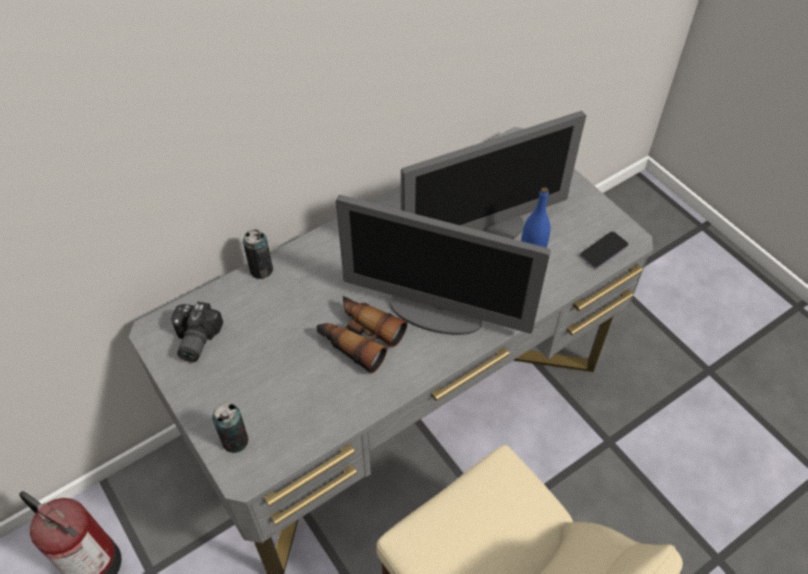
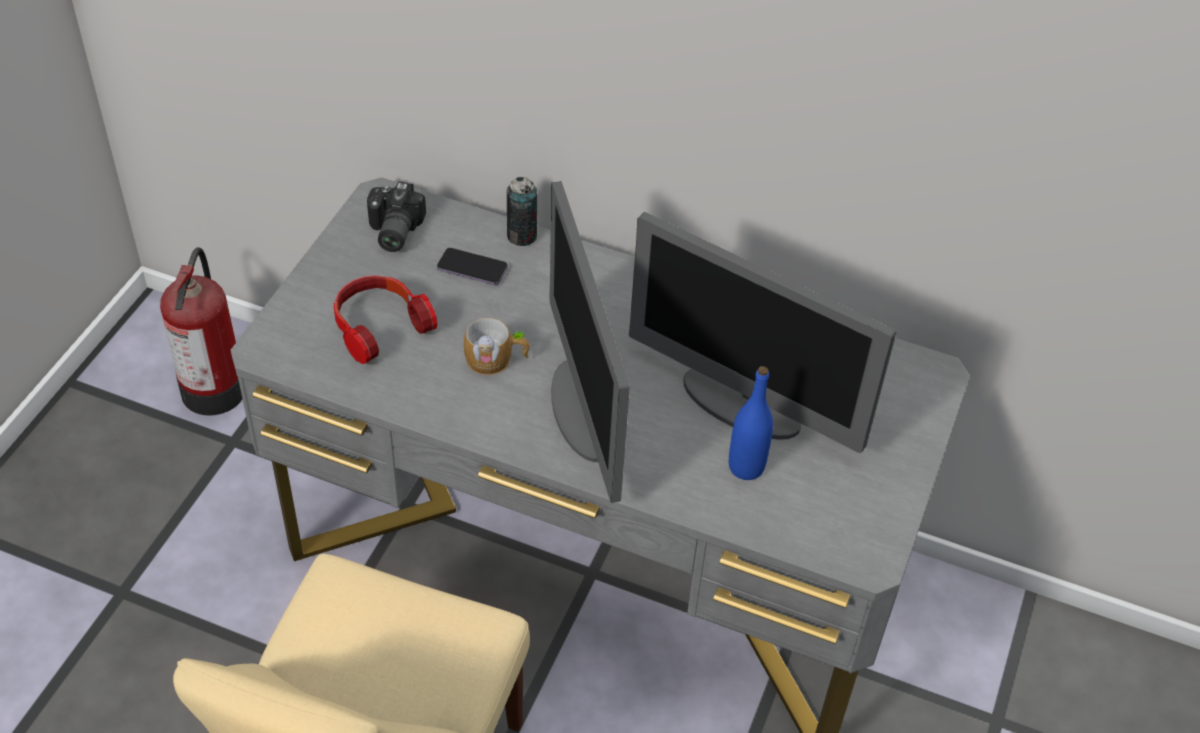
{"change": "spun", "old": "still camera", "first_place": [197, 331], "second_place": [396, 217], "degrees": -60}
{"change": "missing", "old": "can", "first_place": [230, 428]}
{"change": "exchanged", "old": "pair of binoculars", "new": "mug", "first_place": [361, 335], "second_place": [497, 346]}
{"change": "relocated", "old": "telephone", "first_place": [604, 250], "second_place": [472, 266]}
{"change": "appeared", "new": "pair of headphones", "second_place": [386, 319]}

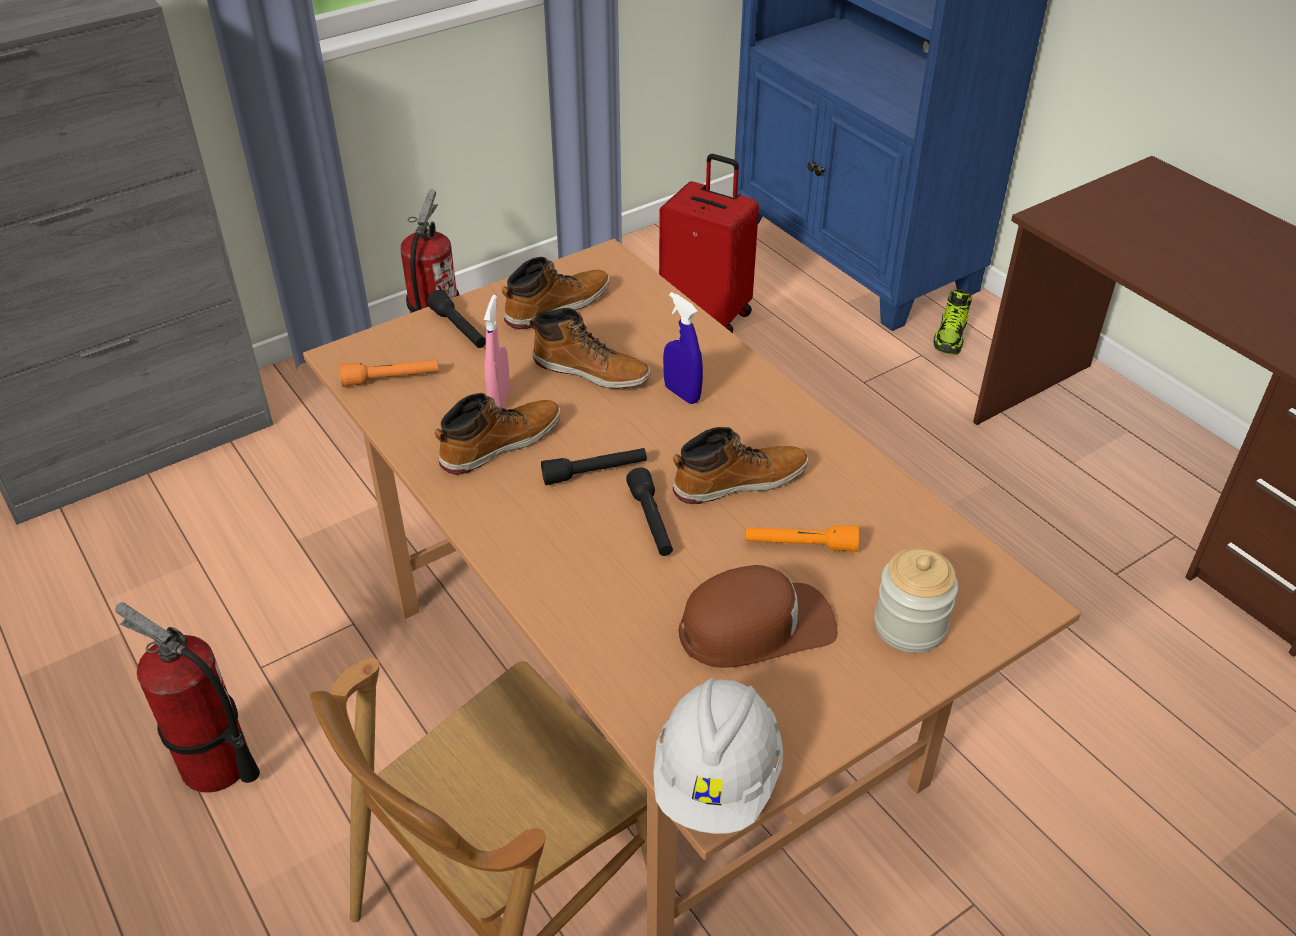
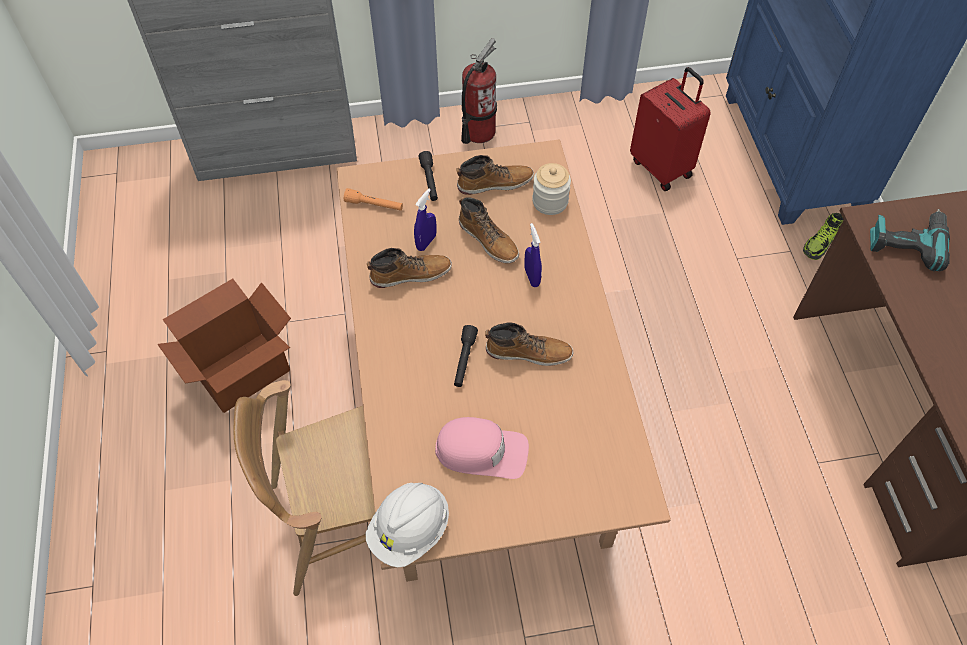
{"change": "exchanged", "old": "extinguisher", "new": "packing box", "first_place": [187, 697], "second_place": [224, 346]}
{"change": "colour", "old": "pink-coloured sprayer", "new": "blue sprayer", "first_place": [497, 352], "second_place": [425, 220]}
{"change": "missing", "old": "black-coloured hand torch", "first_place": [594, 466]}
{"change": "colour", "old": "brown-coloured baseball cap", "new": "pink-coloured baseball cap", "first_place": [758, 616], "second_place": [482, 448]}
{"change": "missing", "old": "orange-coloured hand torch", "first_place": [802, 539]}
{"change": "relocated", "old": "storage jar", "first_place": [916, 600], "second_place": [551, 189]}
{"change": "appeared", "new": "power drill", "second_place": [910, 240]}

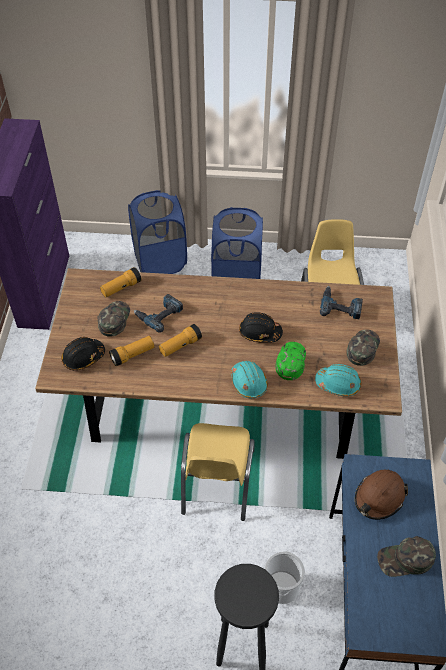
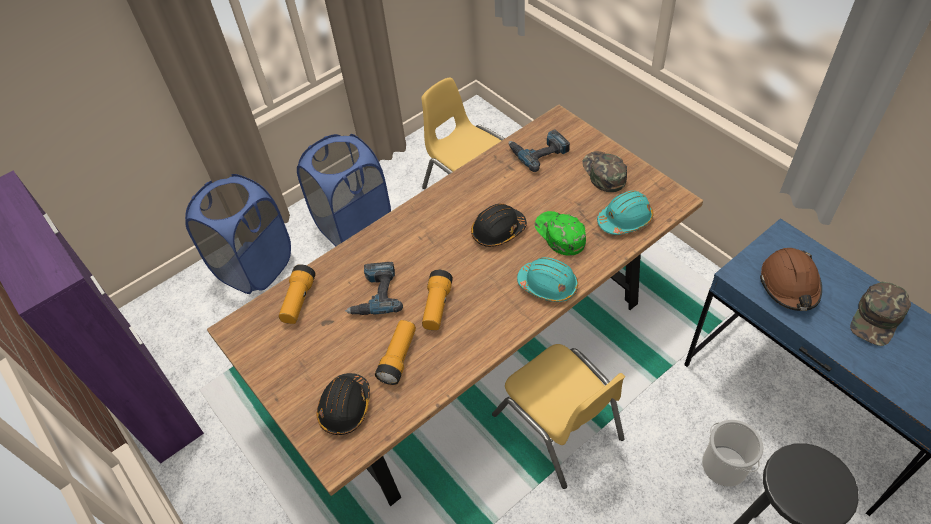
{"change": "missing", "old": "green baseball cap", "first_place": [113, 319]}

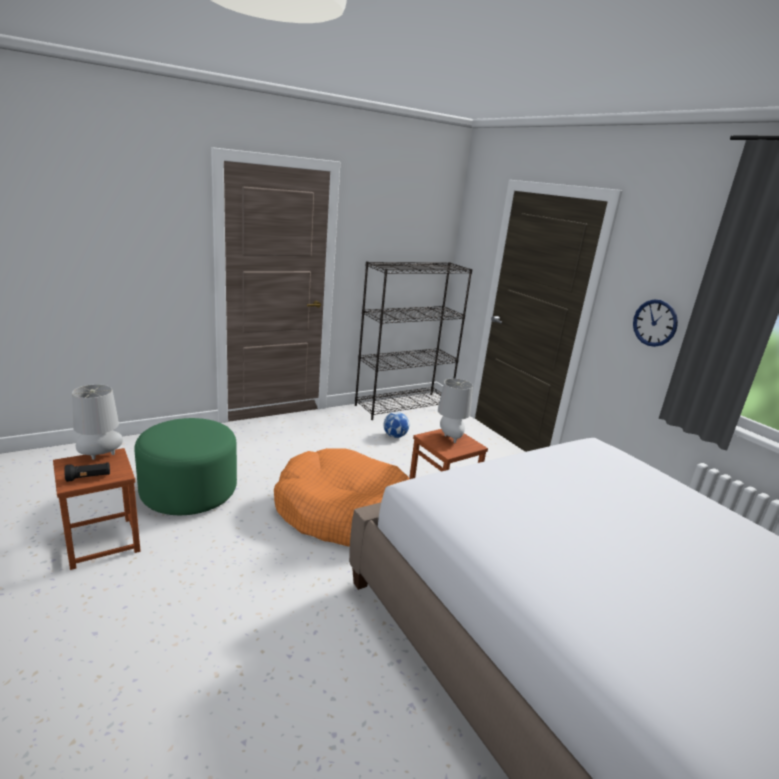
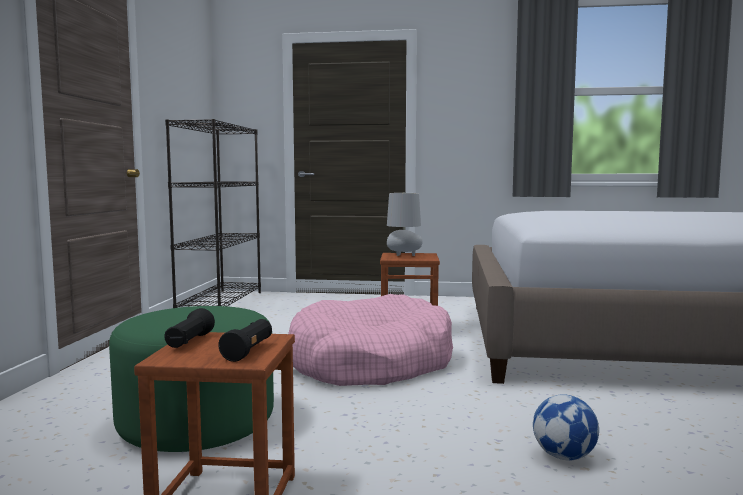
{"change": "exchanged", "old": "greyish lamp for a table", "new": "black-coloured hand torch", "first_place": [97, 422], "second_place": [189, 328]}
{"change": "colour", "old": "orange-coloured dog bed", "new": "pink-coloured dog bed", "first_place": [341, 497], "second_place": [370, 340]}
{"change": "relocated", "old": "ball for football", "first_place": [396, 425], "second_place": [566, 427]}
{"change": "missing", "old": "clock on the wall", "first_place": [655, 323]}

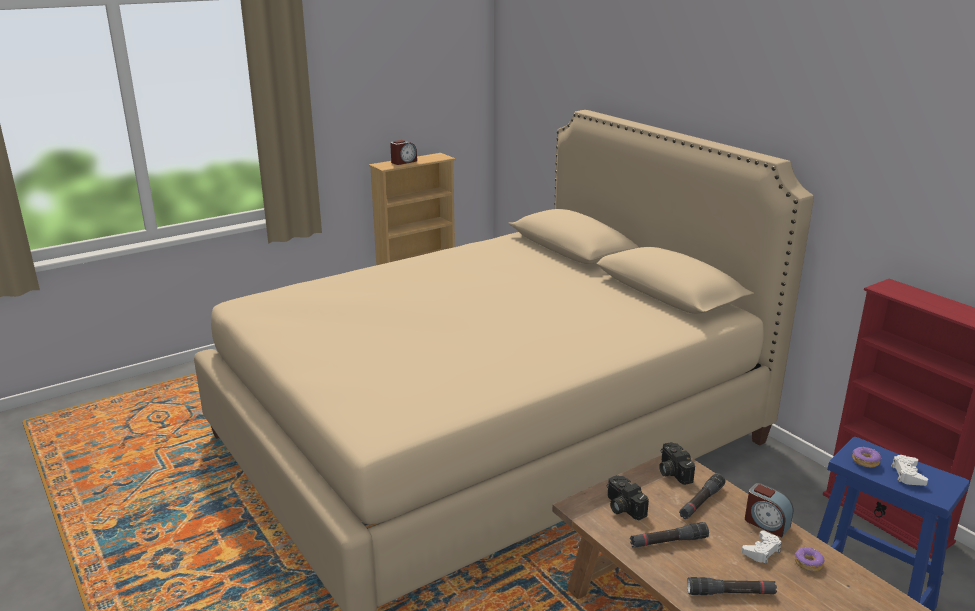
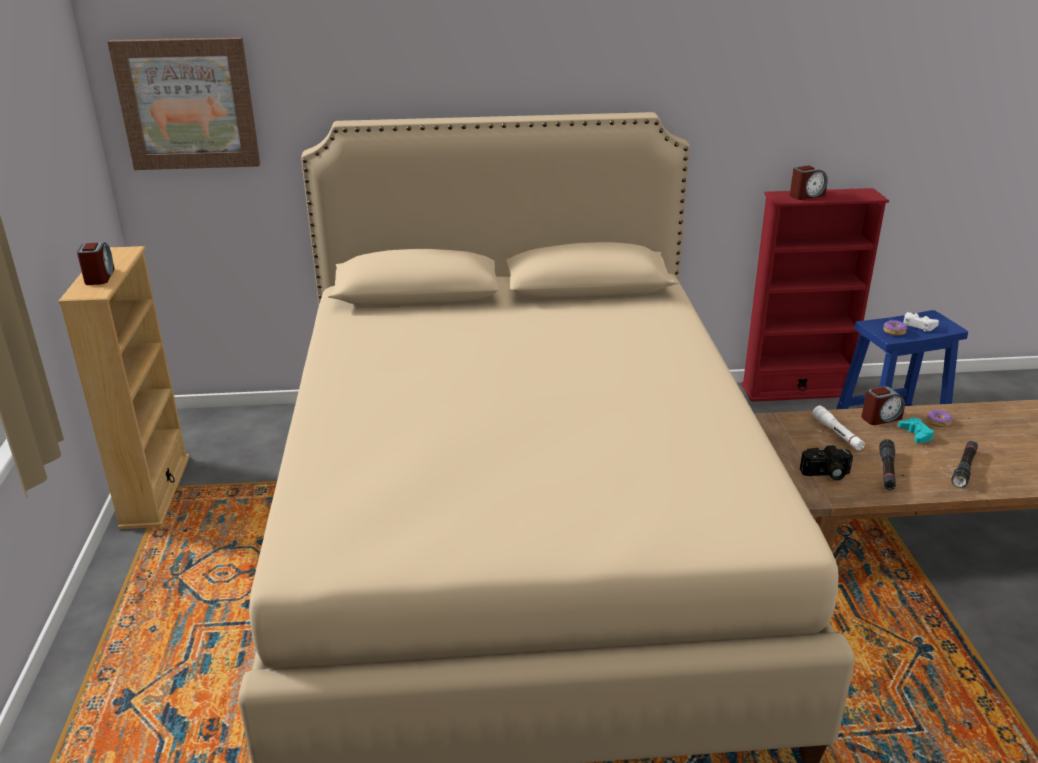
{"change": "missing", "old": "still camera", "first_place": [677, 463]}
{"change": "colour", "old": "black-coloured hand torch", "new": "whitish hand torch", "first_place": [702, 496], "second_place": [838, 428]}
{"change": "colour", "old": "whitish game controller", "new": "turquoise-coloured game controller", "first_place": [761, 547], "second_place": [916, 430]}
{"change": "appeared", "new": "wall art", "second_place": [184, 103]}
{"change": "appeared", "new": "alarm clock", "second_place": [809, 182]}

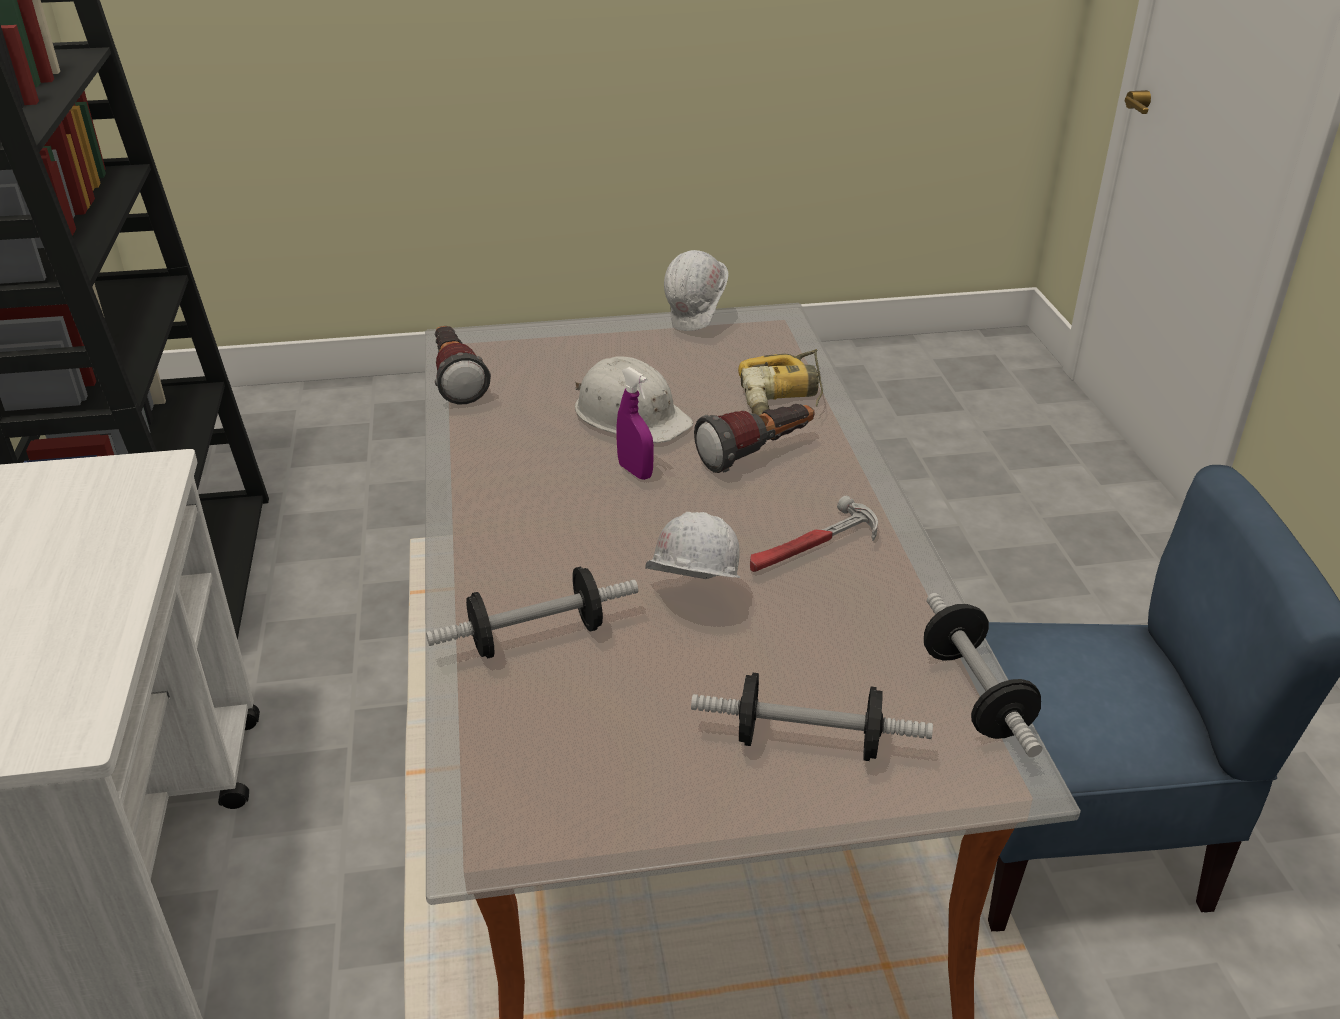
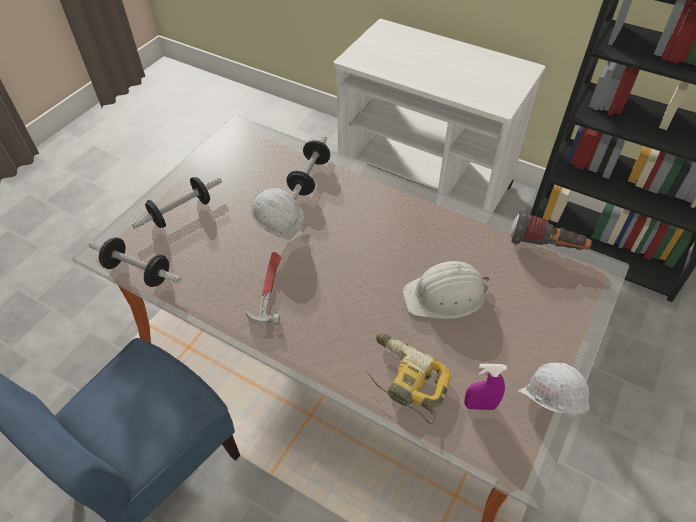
{"change": "relocated", "old": "purple sprayer", "first_place": [635, 423], "second_place": [485, 387]}
{"change": "missing", "old": "hand torch", "first_place": [754, 438]}

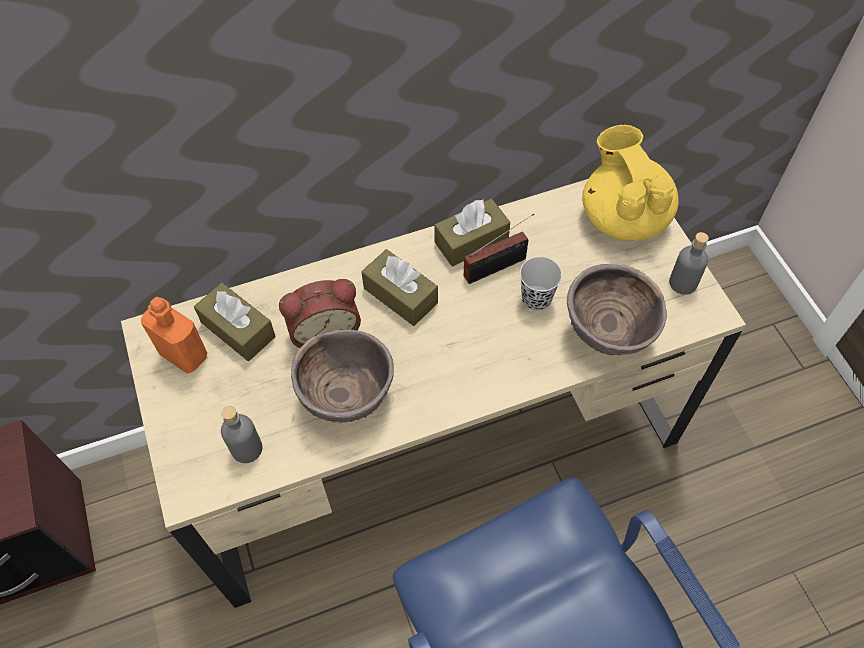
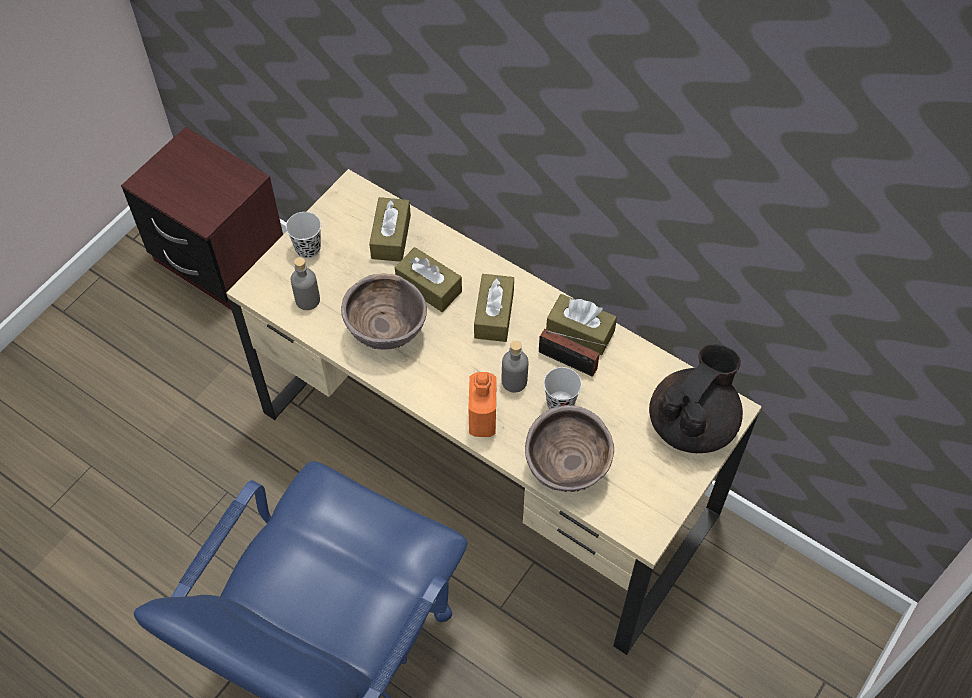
{"change": "relocated", "old": "orange-coloured drink bottle", "first_place": [174, 335], "second_place": [482, 404]}
{"change": "exchanged", "old": "alarm clock", "new": "brown-coloured tissue holder", "first_place": [320, 313], "second_place": [428, 279]}
{"change": "colour", "old": "yellow tea pot", "new": "black-coloured tea pot", "first_place": [630, 183], "second_place": [696, 398]}
{"change": "relocated", "old": "greyish drink bottle", "first_place": [689, 263], "second_place": [515, 366]}
{"change": "appeared", "new": "black-coloured drinking cup", "second_place": [303, 235]}

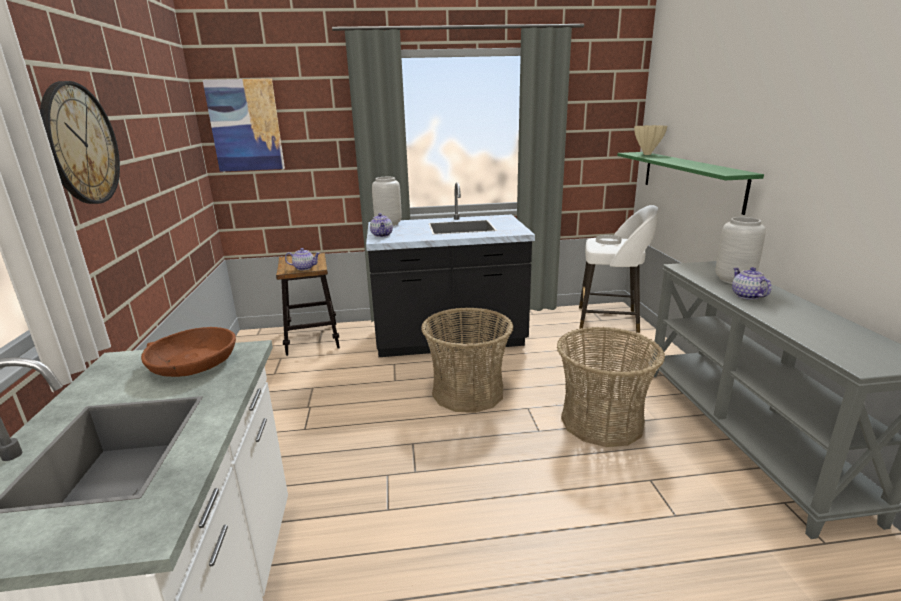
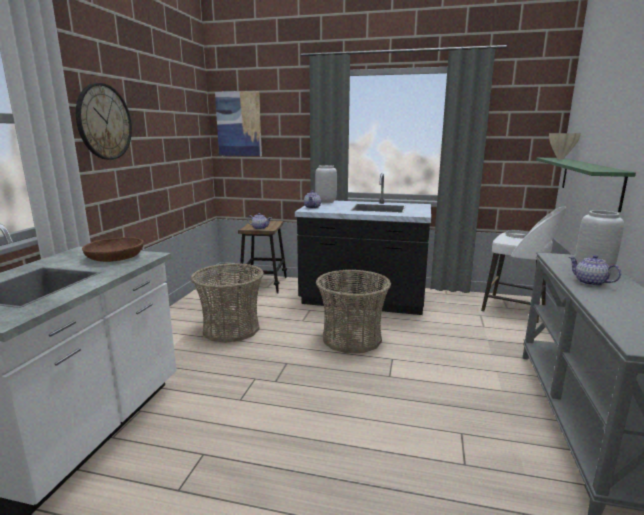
{"change": "relocated", "old": "storage basket", "first_place": [611, 386], "second_place": [227, 303]}
{"change": "spun", "old": "tea pot", "first_place": [752, 283], "second_place": [595, 270], "degrees": -45}

